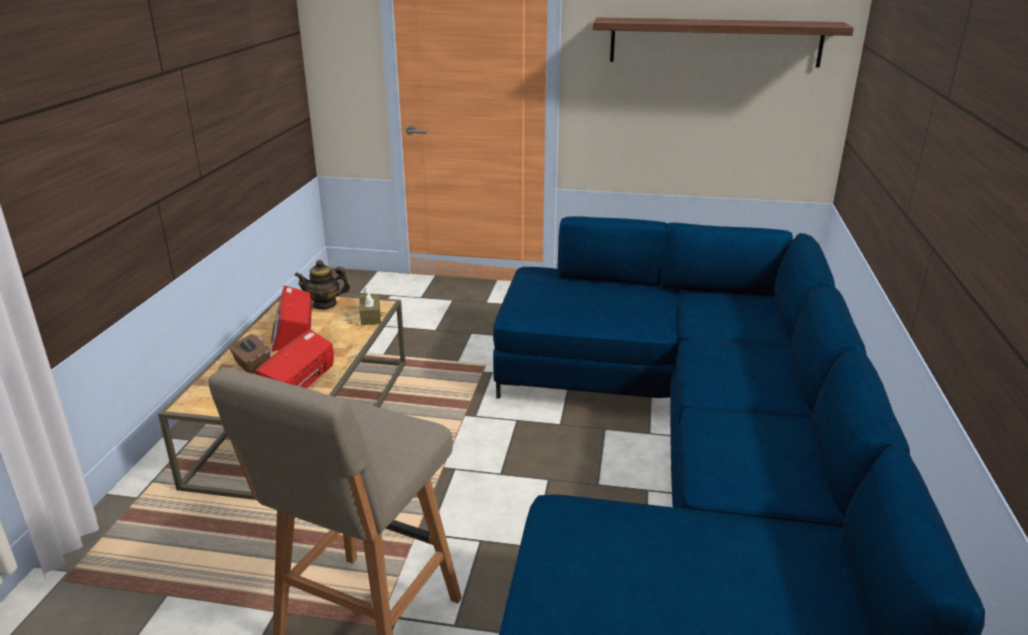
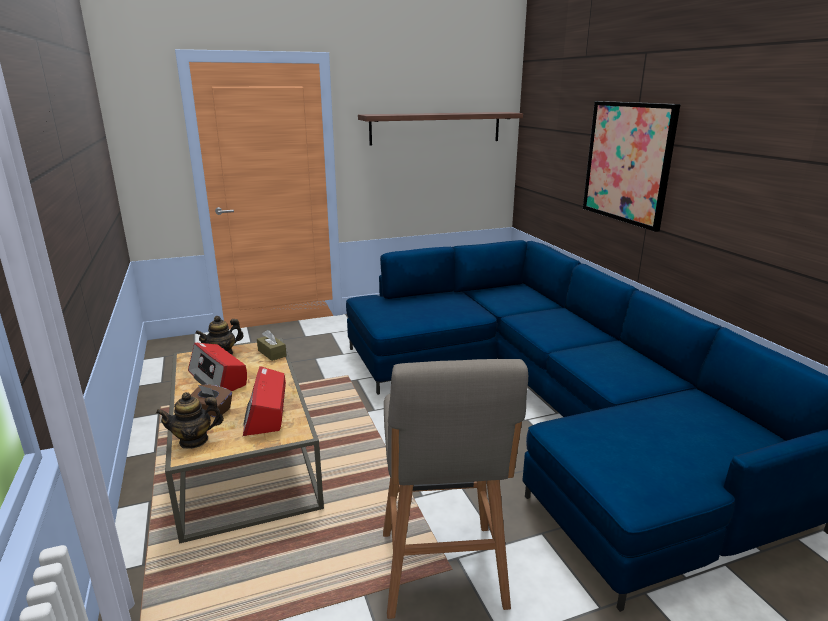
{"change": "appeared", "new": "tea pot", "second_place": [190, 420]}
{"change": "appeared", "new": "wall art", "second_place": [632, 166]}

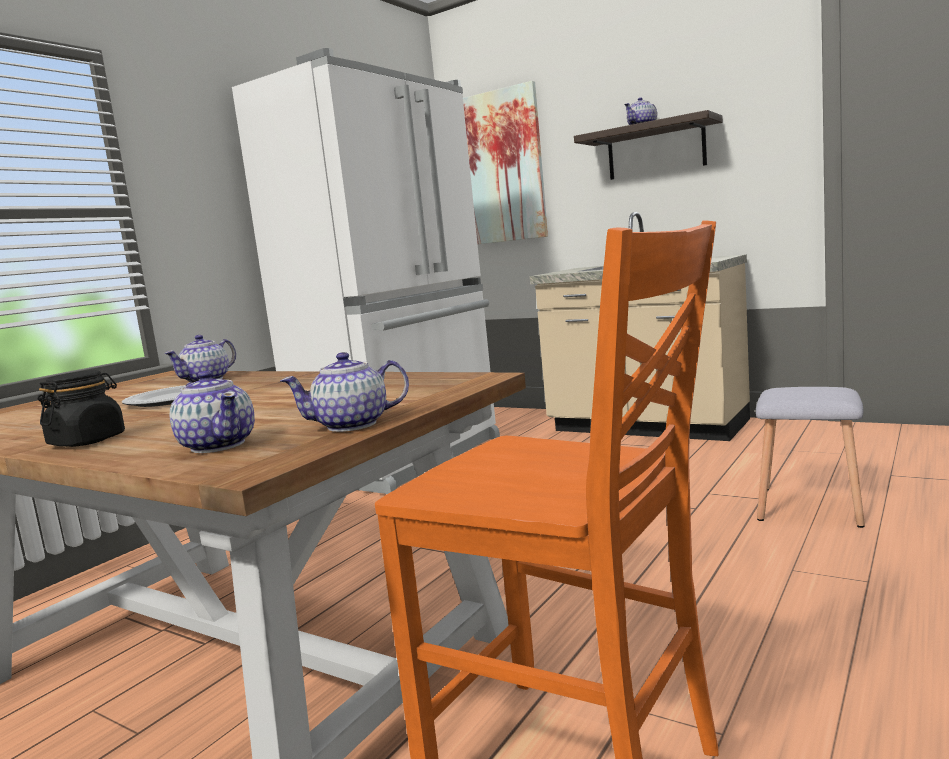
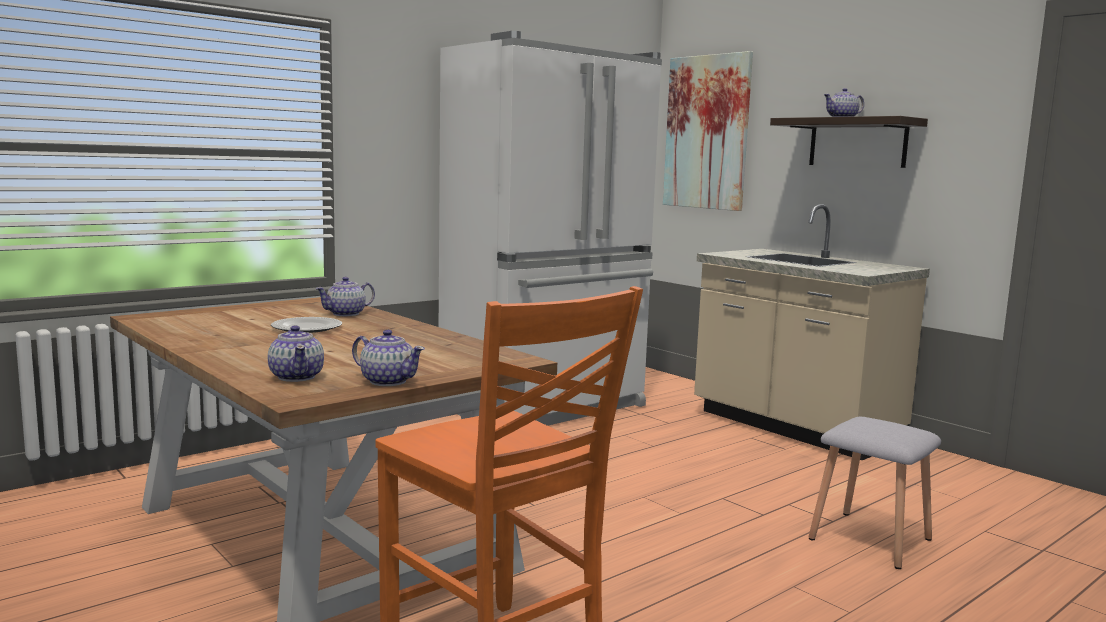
{"change": "missing", "old": "black-coloured storage jar", "first_place": [81, 408]}
{"change": "spun", "old": "tea pot", "first_place": [344, 392], "second_place": [388, 358], "degrees": -150}

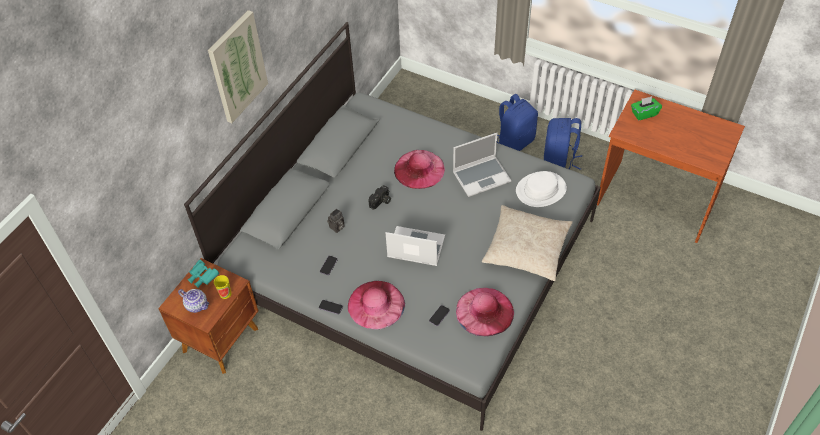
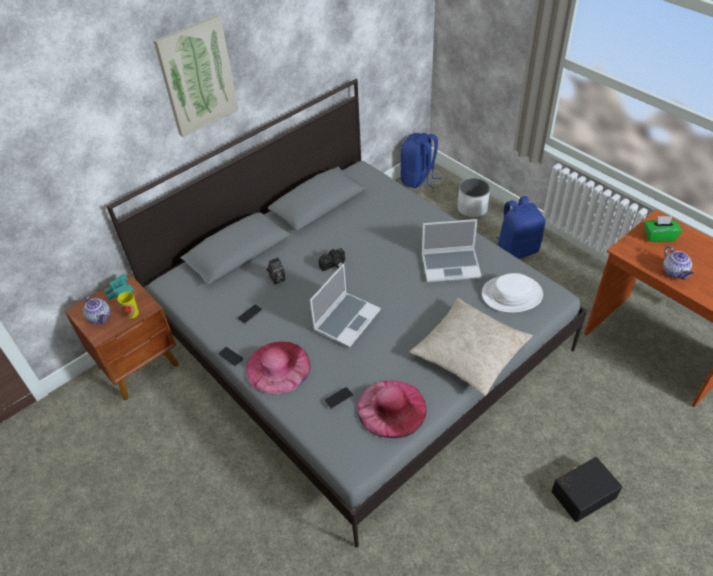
{"change": "spun", "old": "portable computer", "first_place": [415, 246], "second_place": [345, 305], "degrees": 90}
{"change": "missing", "old": "pink-coloured wearable hat", "first_place": [419, 169]}
{"change": "relocated", "old": "blue backpack", "first_place": [563, 144], "second_place": [421, 161]}
{"change": "appeared", "new": "whitish plant pot", "second_place": [473, 198]}
{"change": "appeared", "new": "black-coloured storage container", "second_place": [586, 489]}
{"change": "appeared", "new": "tea pot", "second_place": [678, 262]}

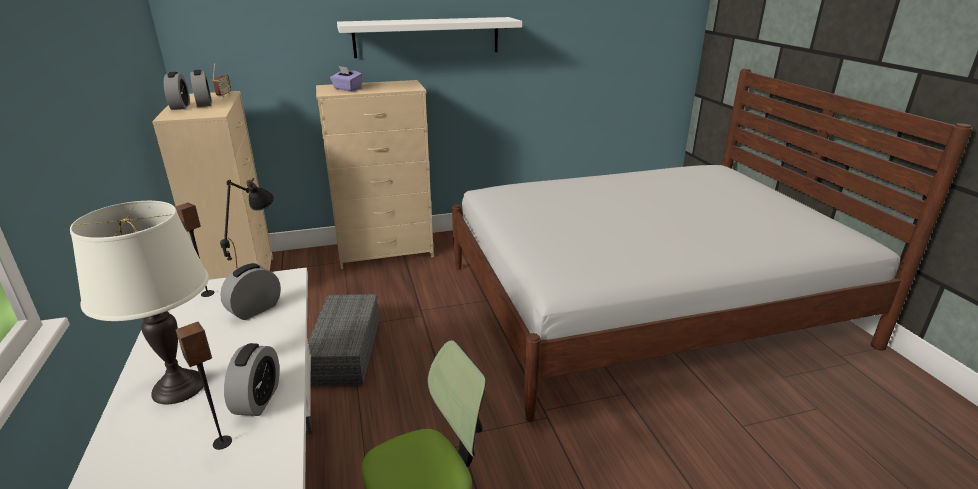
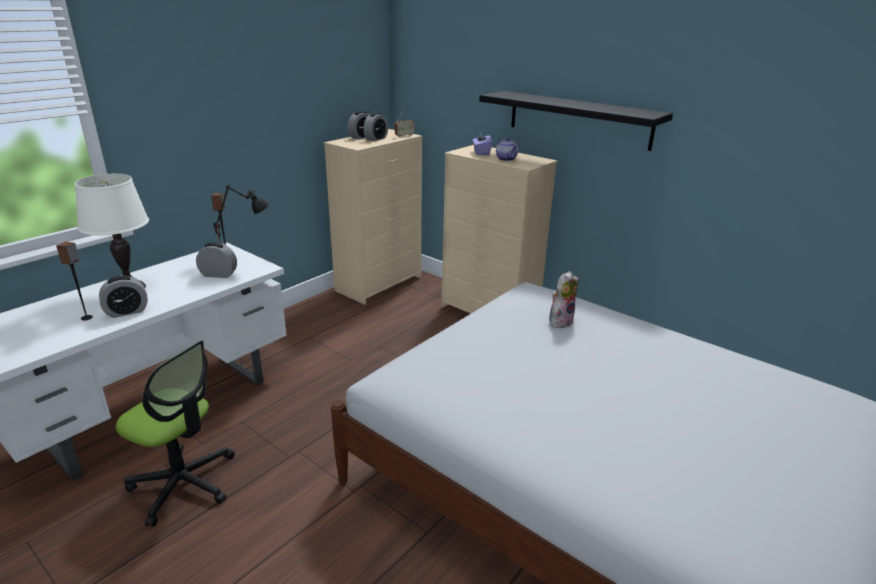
{"change": "missing", "old": "greyish storage container", "first_place": [343, 340]}
{"change": "colour", "old": "whitish bracket shelf", "new": "black-coloured bracket shelf", "first_place": [429, 37], "second_place": [576, 121]}
{"change": "appeared", "new": "tea pot", "second_place": [507, 149]}
{"change": "appeared", "new": "plush toy", "second_place": [564, 299]}

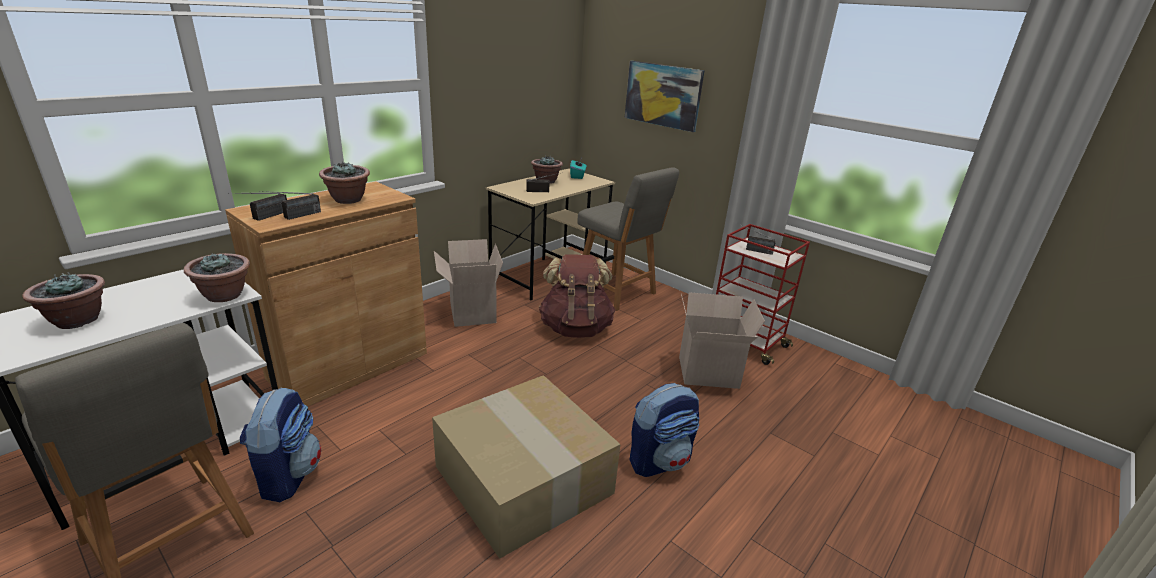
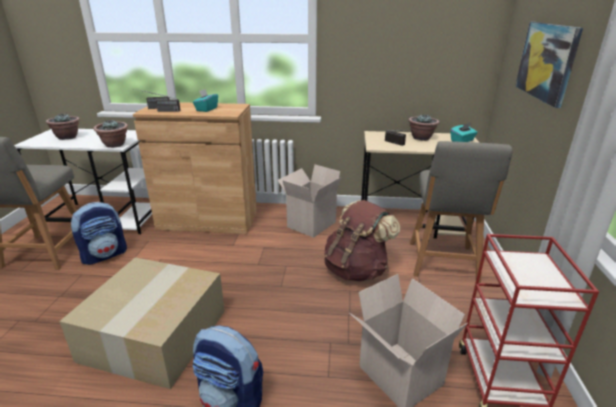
{"change": "exchanged", "old": "houseplant", "new": "turquoise-coloured tissue holder", "first_place": [344, 183], "second_place": [205, 100]}
{"change": "missing", "old": "radio", "first_place": [756, 239]}

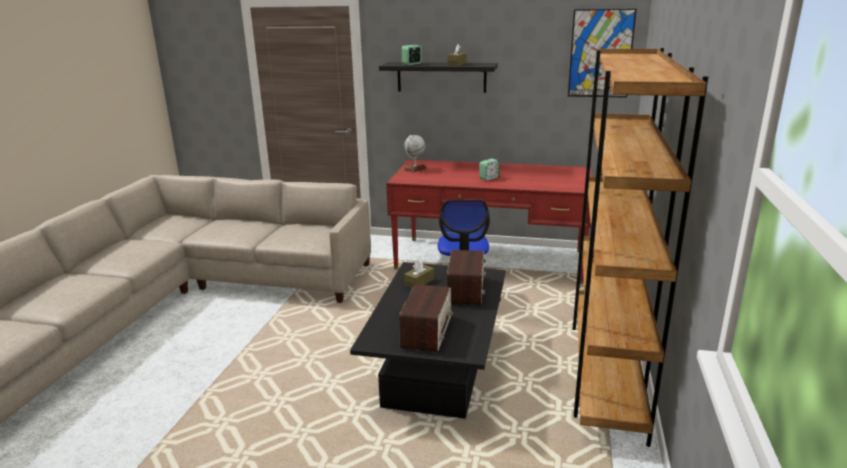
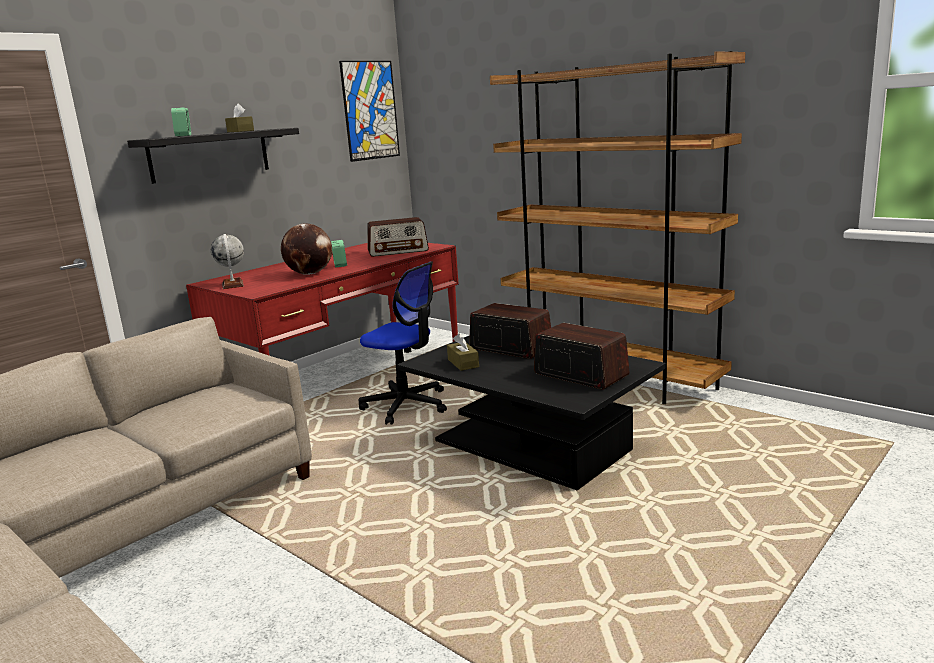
{"change": "appeared", "new": "world globe", "second_place": [306, 249]}
{"change": "appeared", "new": "radio", "second_place": [398, 237]}

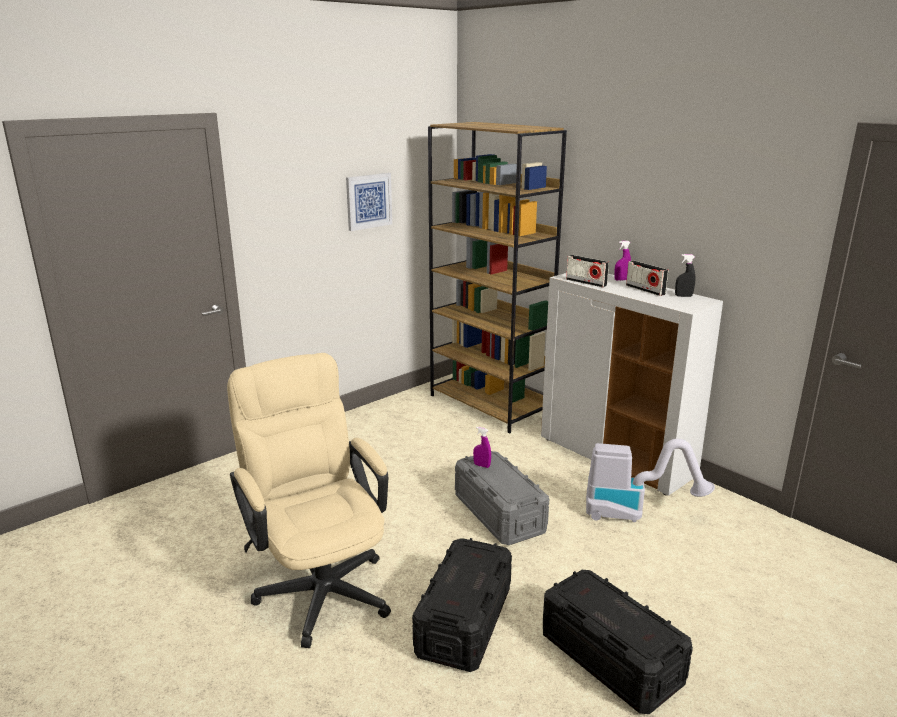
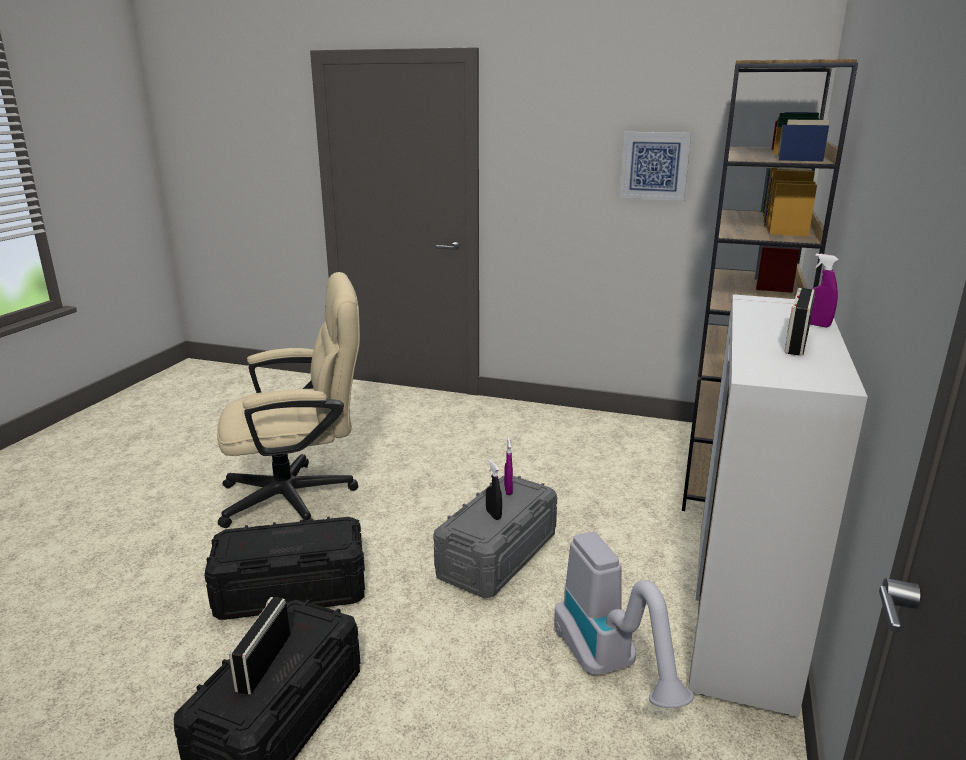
{"change": "spun", "old": "sand-coloured desk chair", "first_place": [309, 500], "second_place": [288, 400], "degrees": 45}
{"change": "relocated", "old": "radio", "first_place": [587, 271], "second_place": [259, 645]}
{"change": "relocated", "old": "black-coloured sprayer", "first_place": [685, 275], "second_place": [494, 490]}

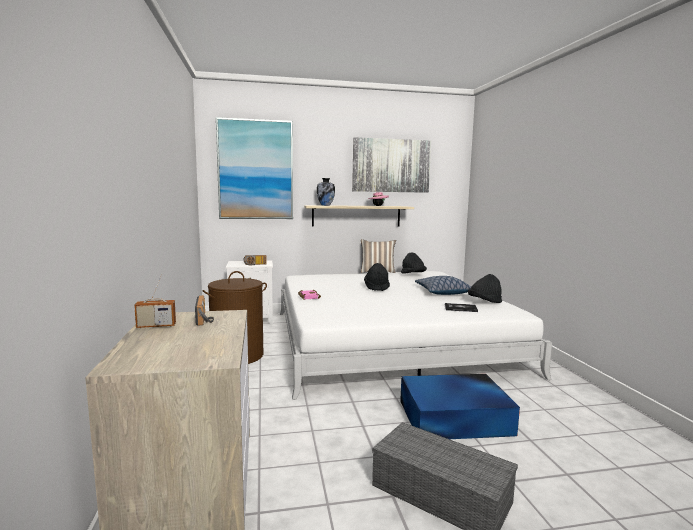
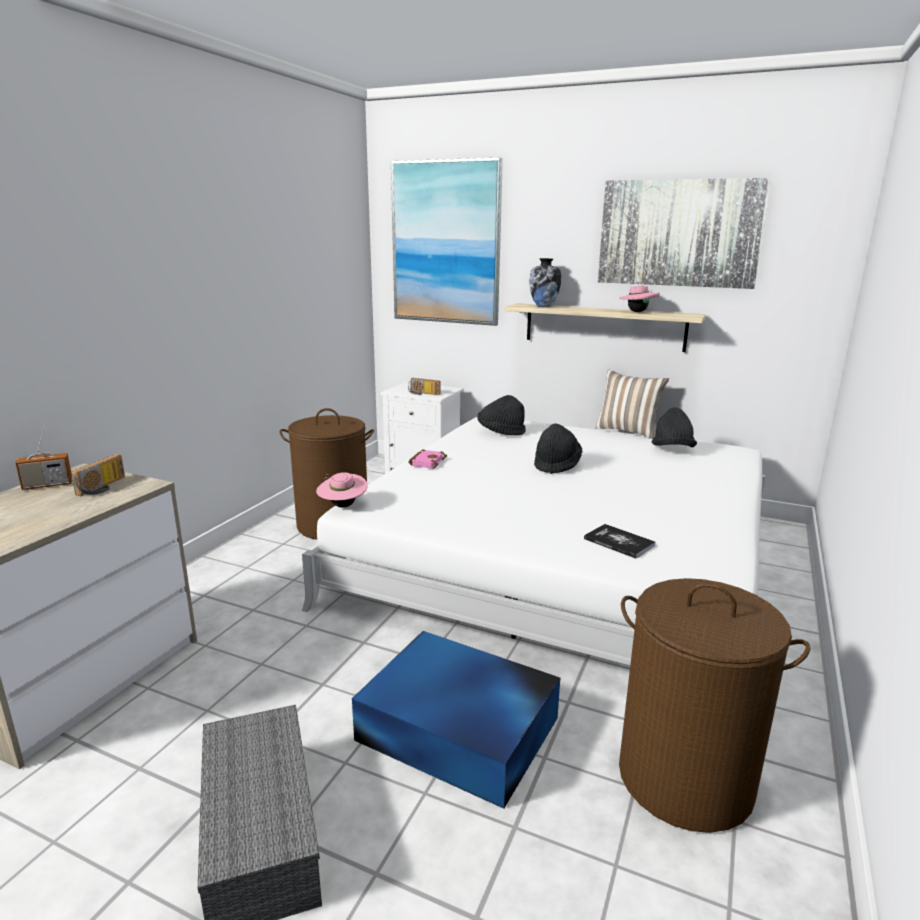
{"change": "spun", "old": "radio", "first_place": [155, 301], "second_place": [43, 456], "degrees": -45}
{"change": "missing", "old": "throw pillow", "first_place": [443, 285]}
{"change": "relocated", "old": "black-coloured wearable hat", "first_place": [485, 288], "second_place": [502, 415]}
{"change": "appeared", "new": "pink-coloured wearable hat", "second_place": [341, 490]}
{"change": "appeared", "new": "brown-coloured laundry basket", "second_place": [714, 705]}

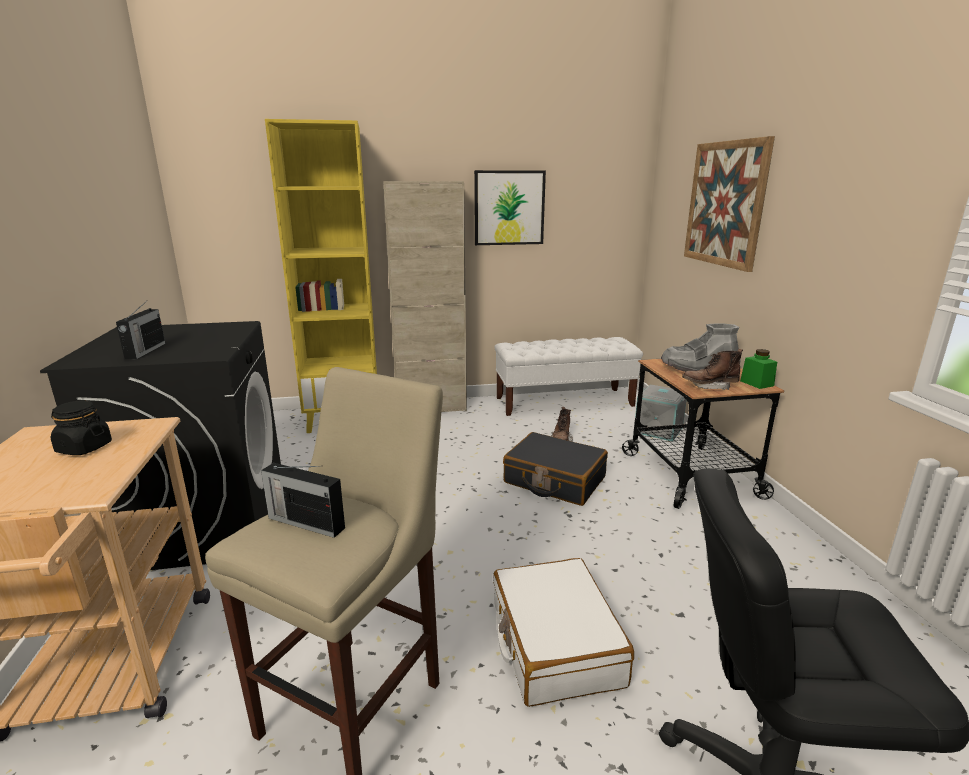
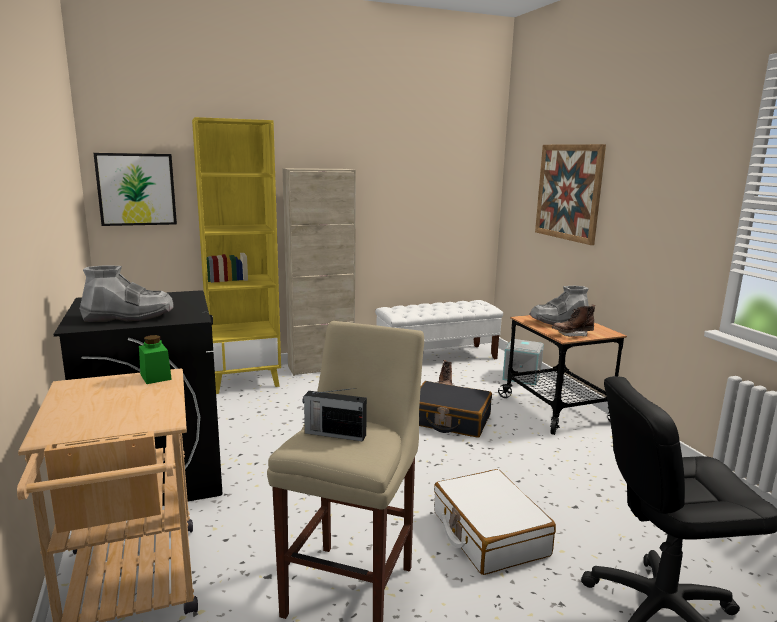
{"change": "missing", "old": "black-coloured storage jar", "first_place": [81, 427]}
{"change": "exchanged", "old": "radio", "new": "greyish boot", "first_place": [140, 331], "second_place": [126, 293]}
{"change": "relocated", "old": "wall art", "first_place": [510, 207], "second_place": [135, 189]}
{"change": "relocated", "old": "green storage jar", "first_place": [758, 369], "second_place": [155, 359]}

